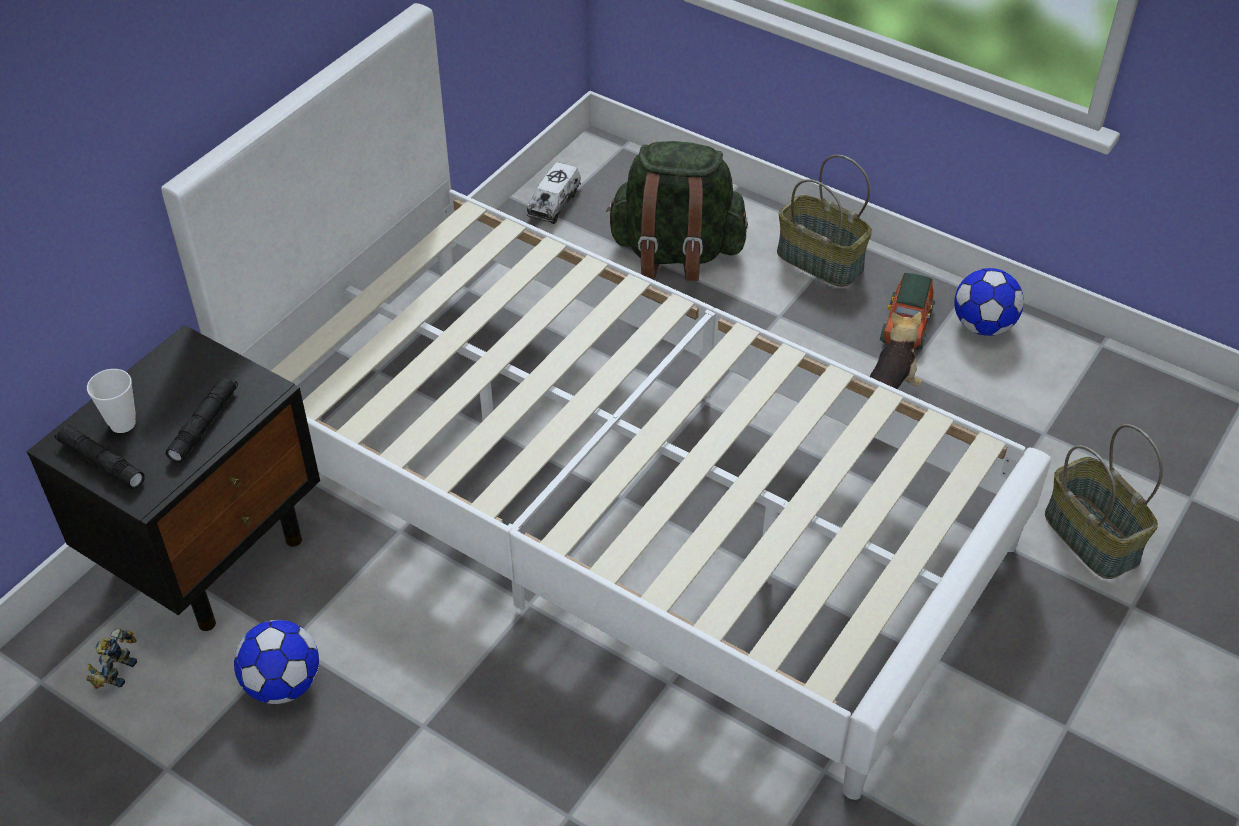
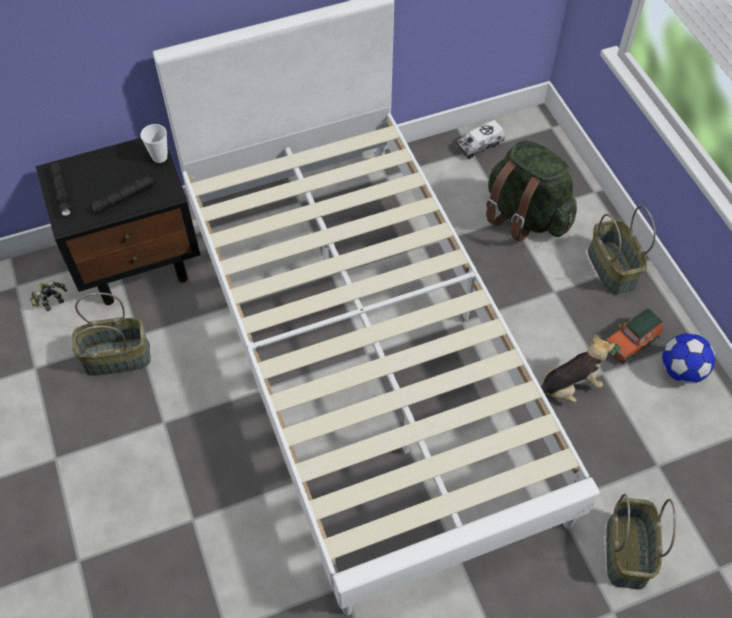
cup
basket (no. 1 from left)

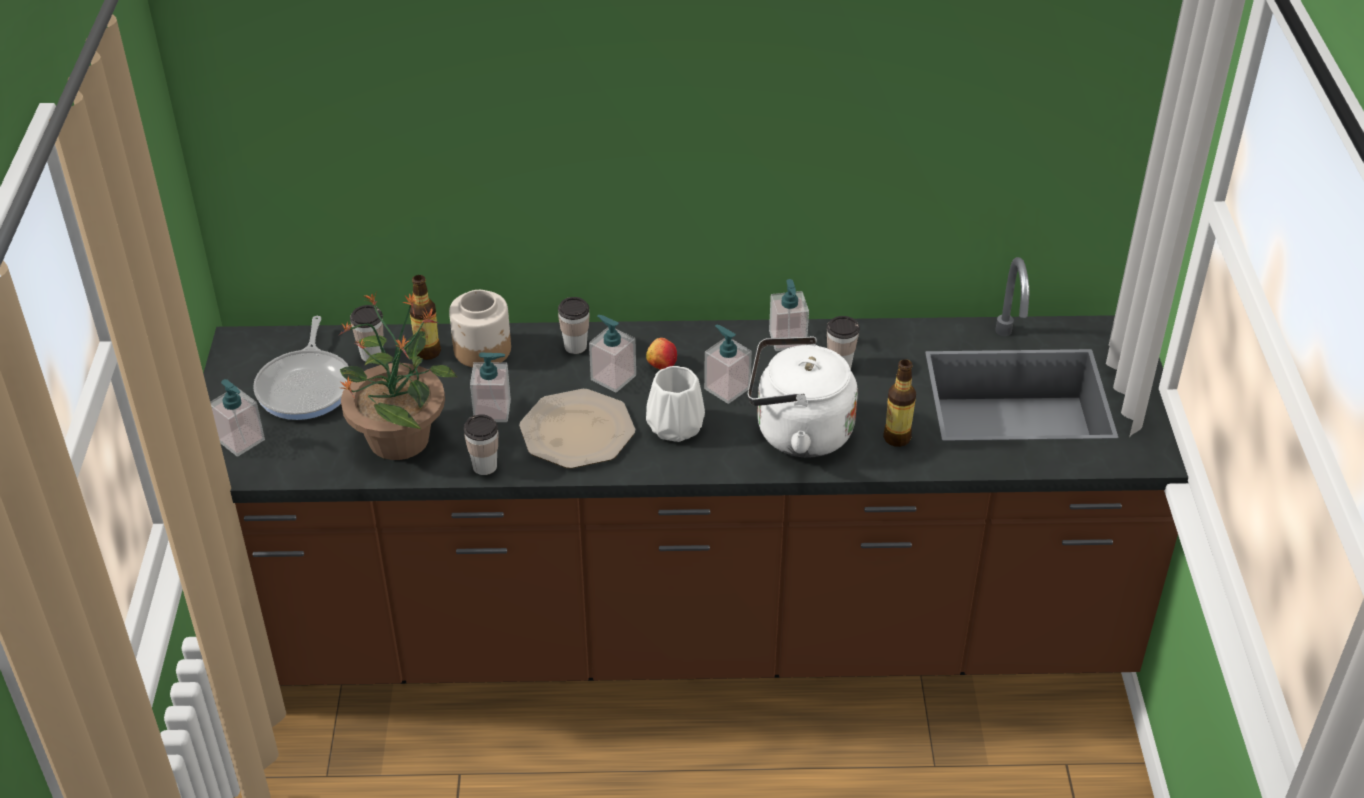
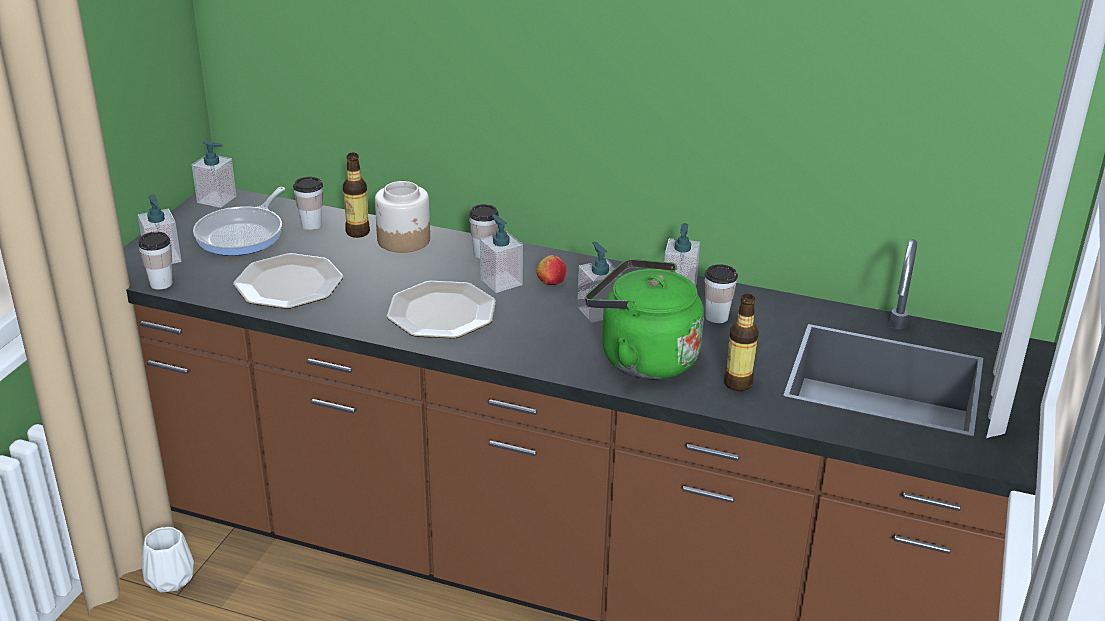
plate (no. 1 from left)
kettle (green)
soap dispenser (no. 2 from left)
vase (white)
cup (no. 1 from left)

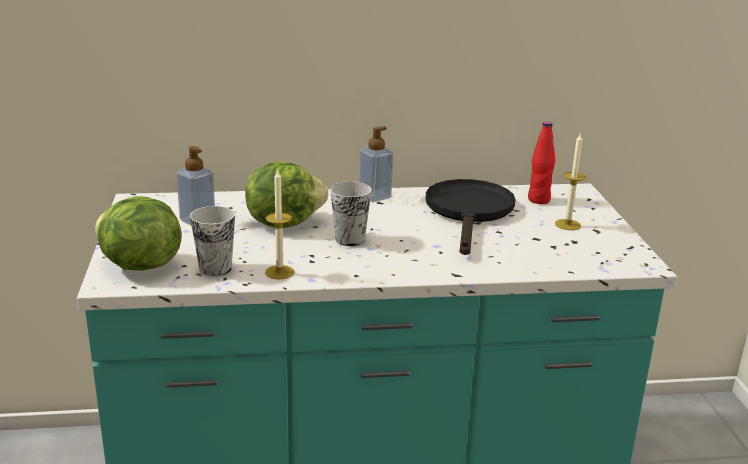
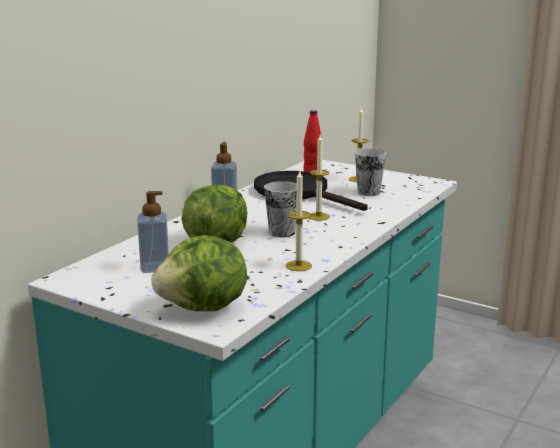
cup (no. 2 from left)
candle (no. 2 from left)

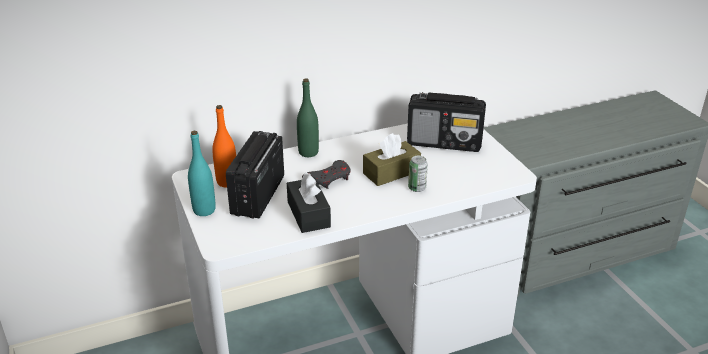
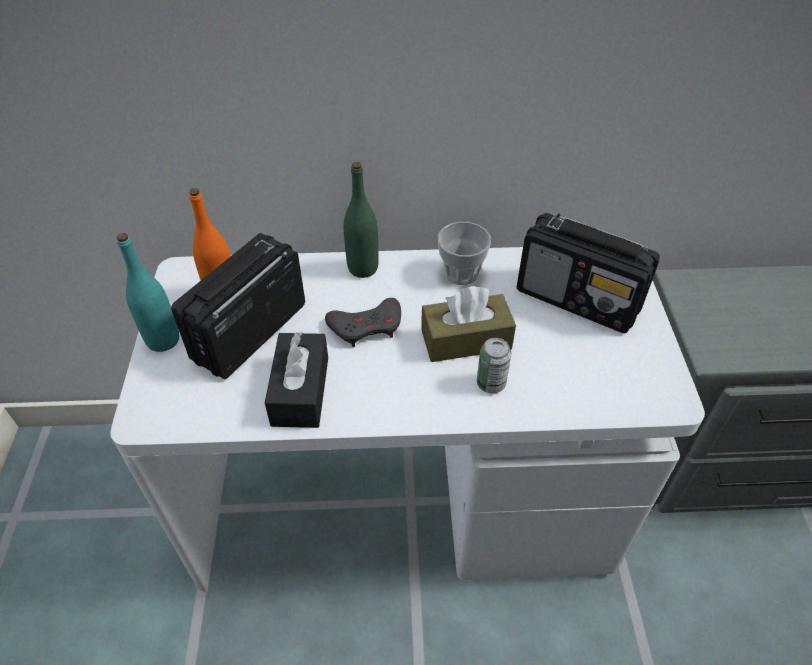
cup

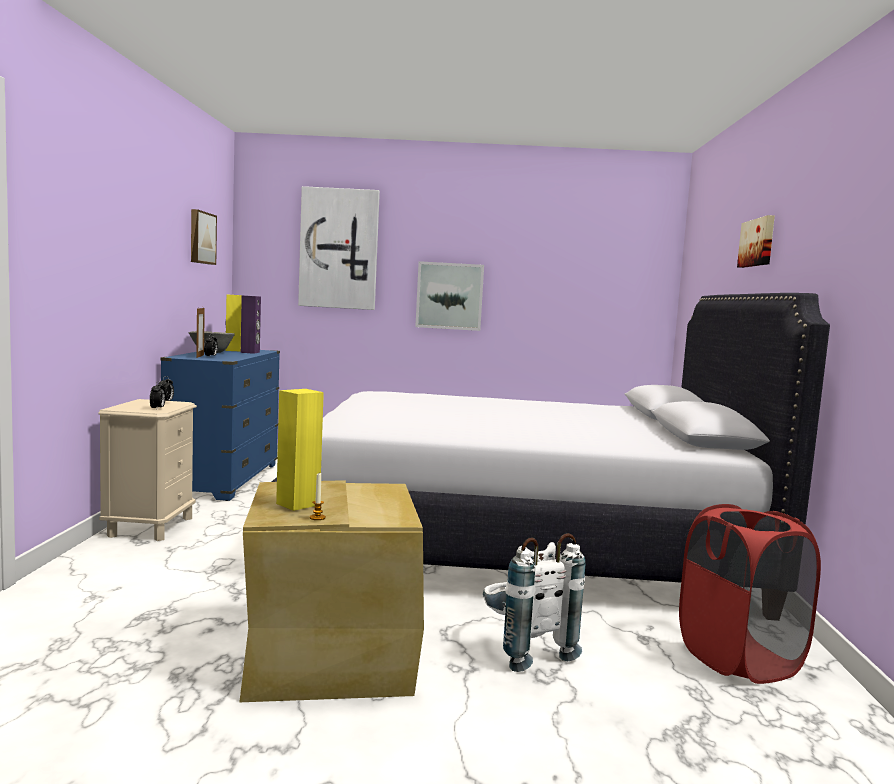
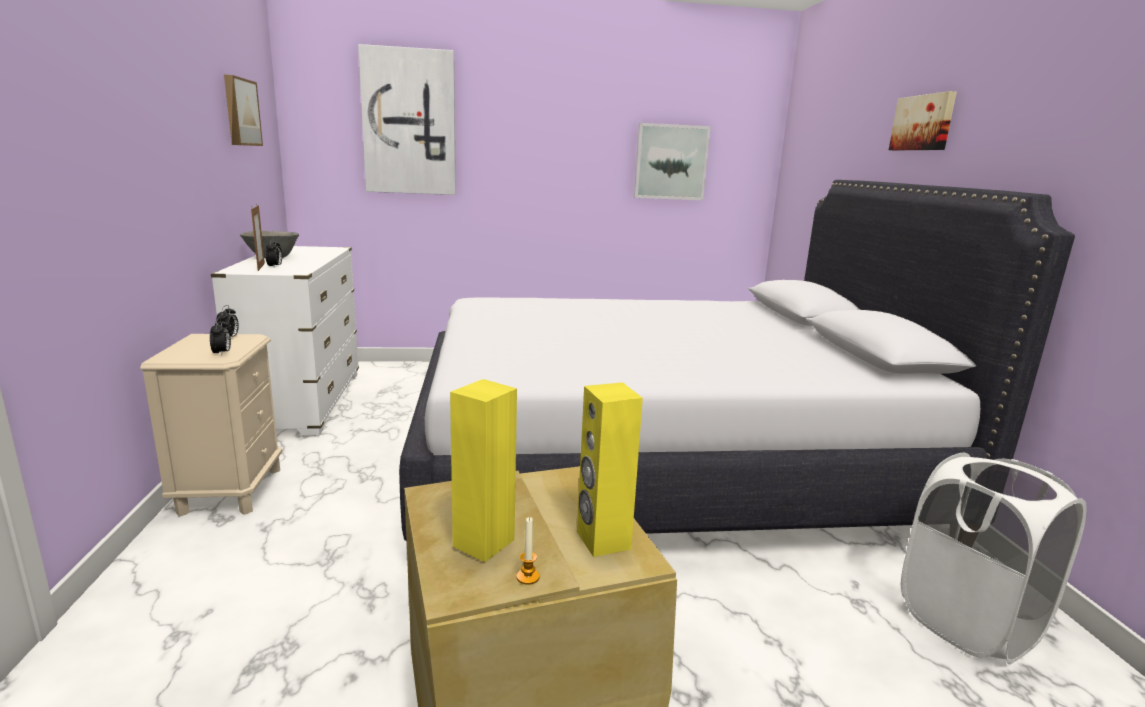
picture (no. 3 from left)
speaker (yellow) (no. 2 from left)
speaker (purple)
dresser (white)
laundry basket (white)
backpack (white)

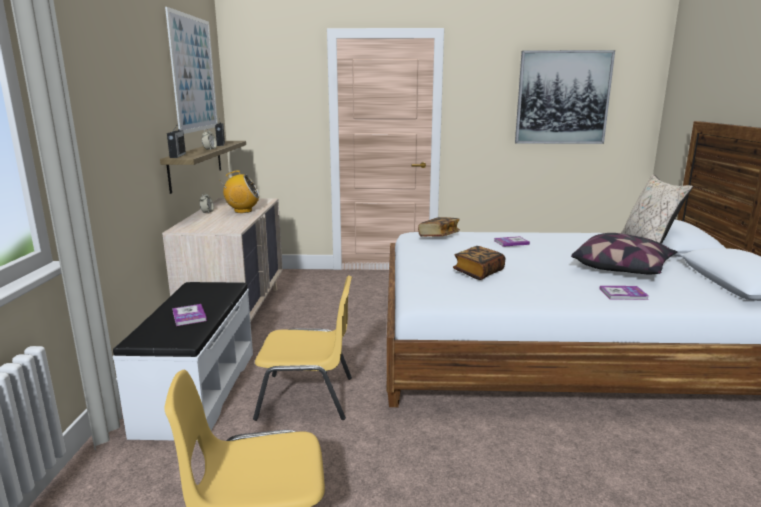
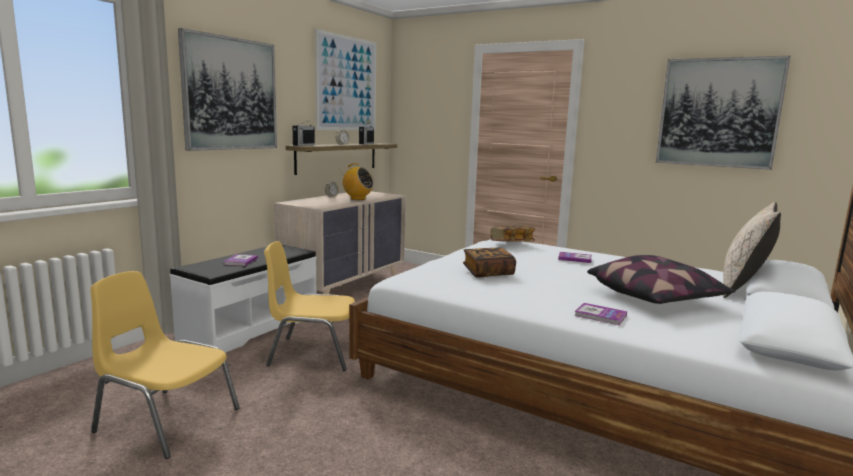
chair (yellow) (no. 2 from left)
picture (no. 1 from left)

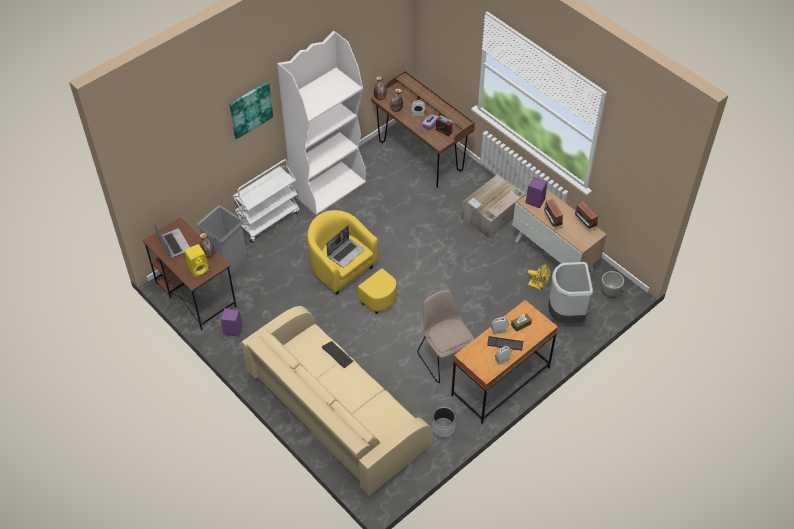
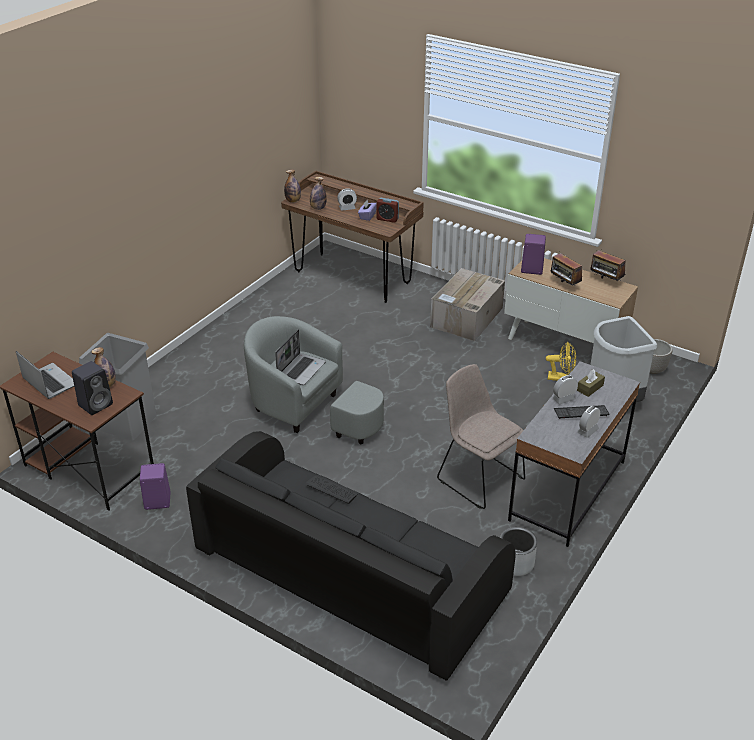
bookcase (white)
picture
cart (white)
armchair (grey)
speaker (black)
desk (grey)
sofa (black)

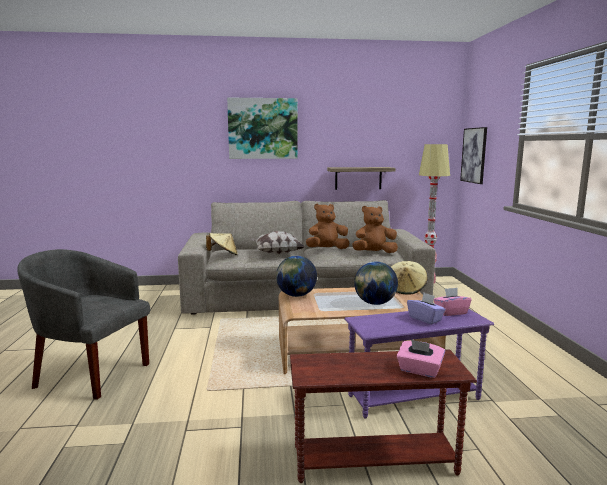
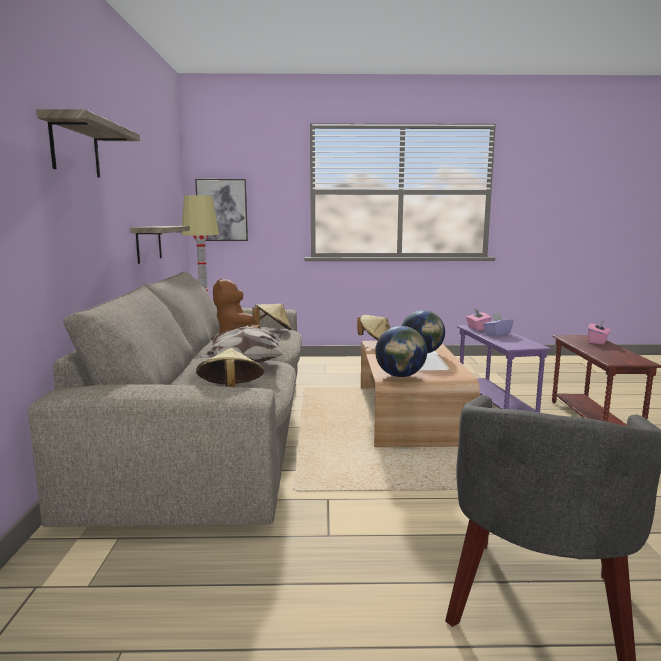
shelf (no. 1 from left)
hat (beige) (no. 2 from left)

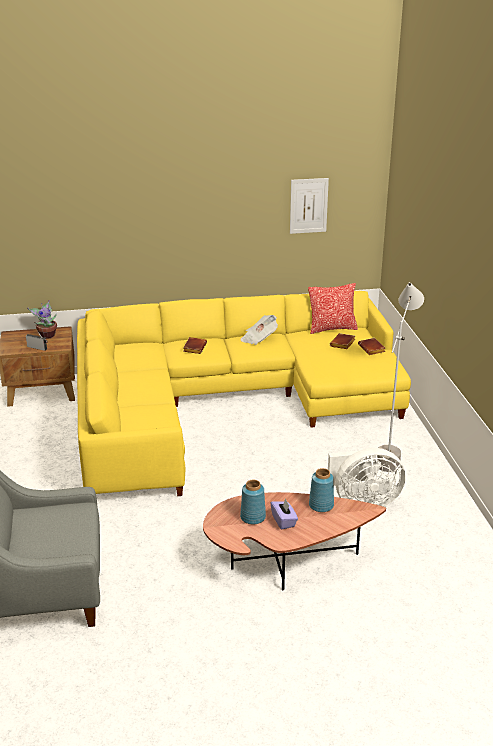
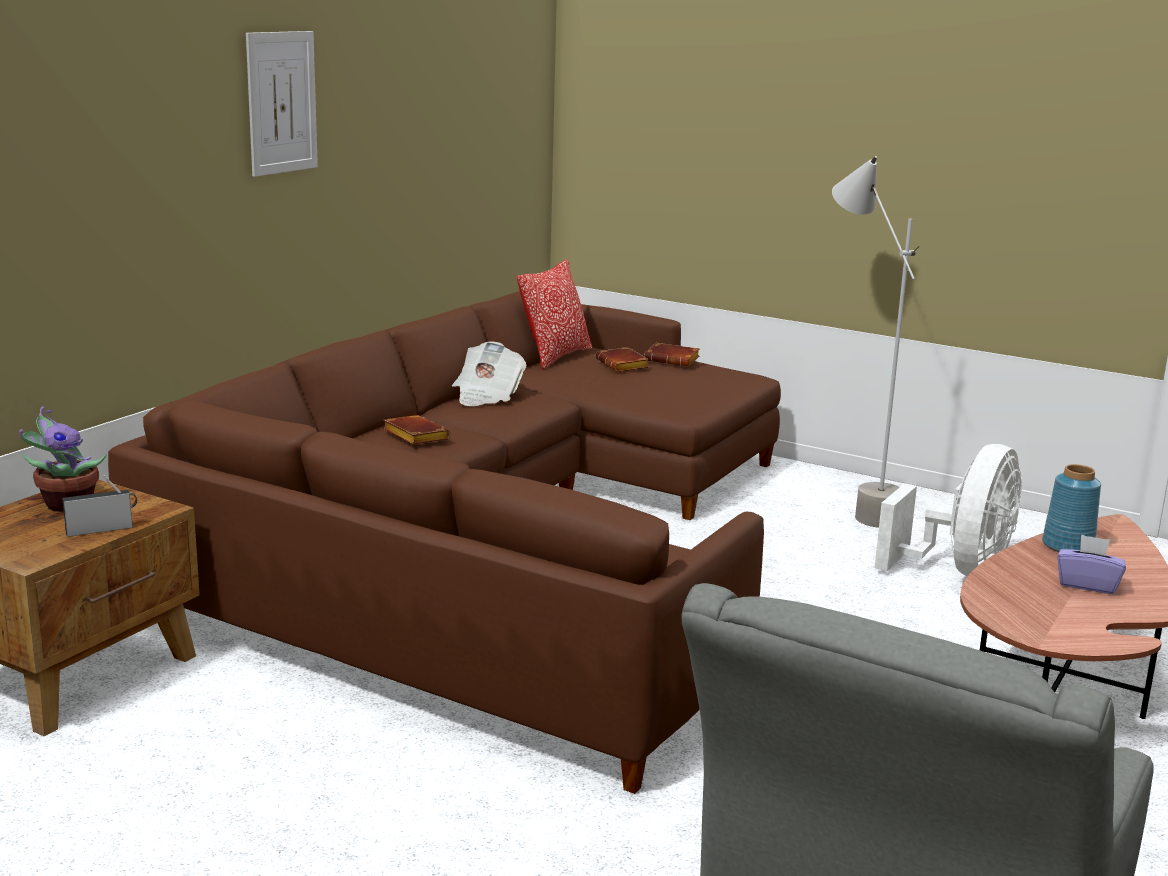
picture
sofa (brown)
vase (blue) (no. 1 from left in the first image)

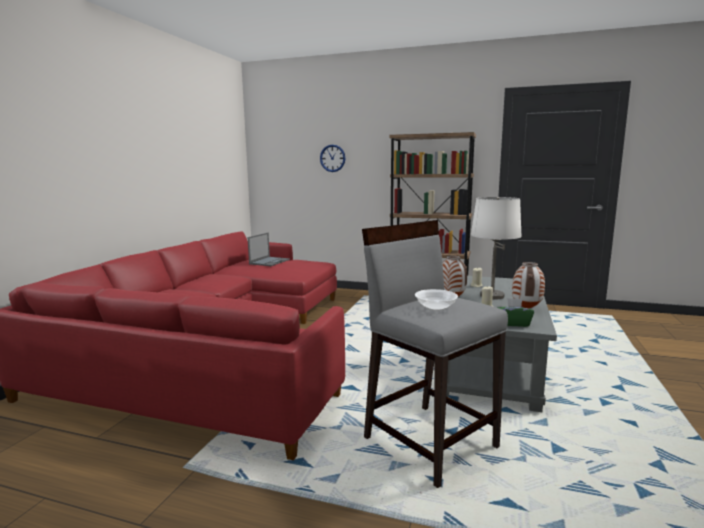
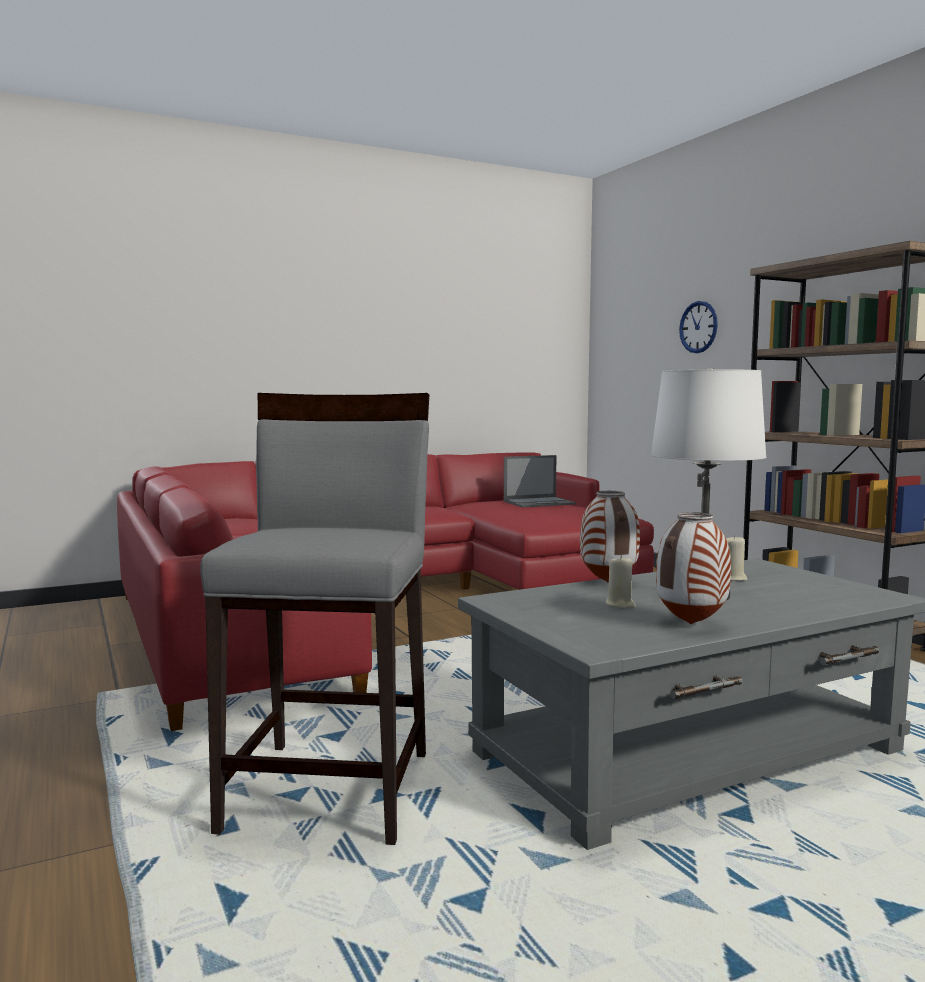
bowl
tissue box (green)

